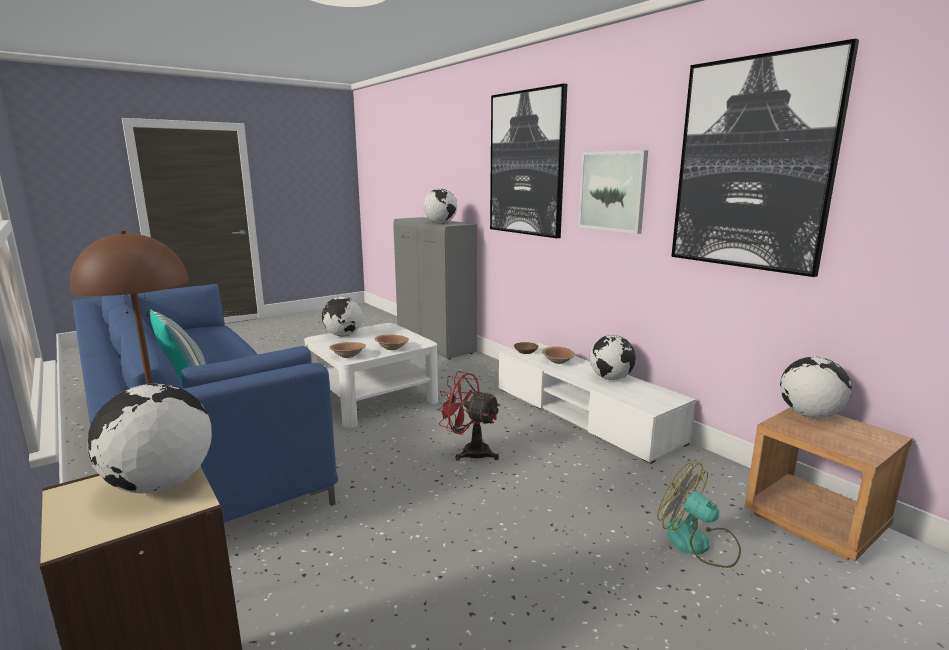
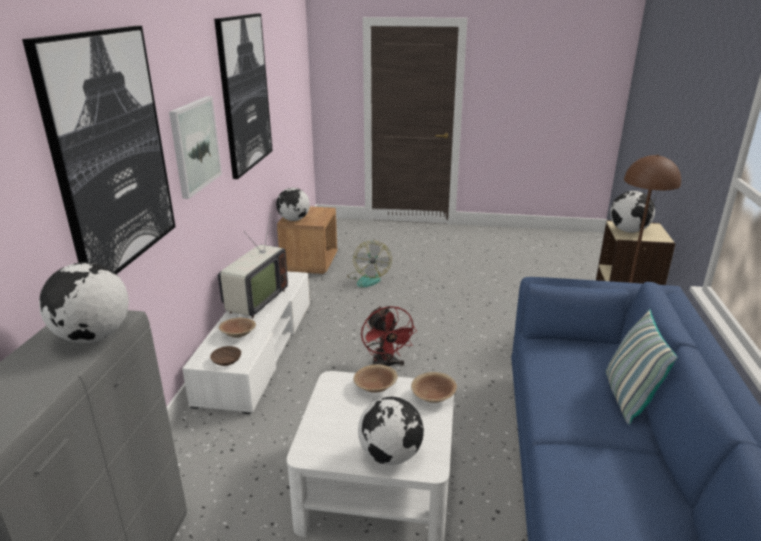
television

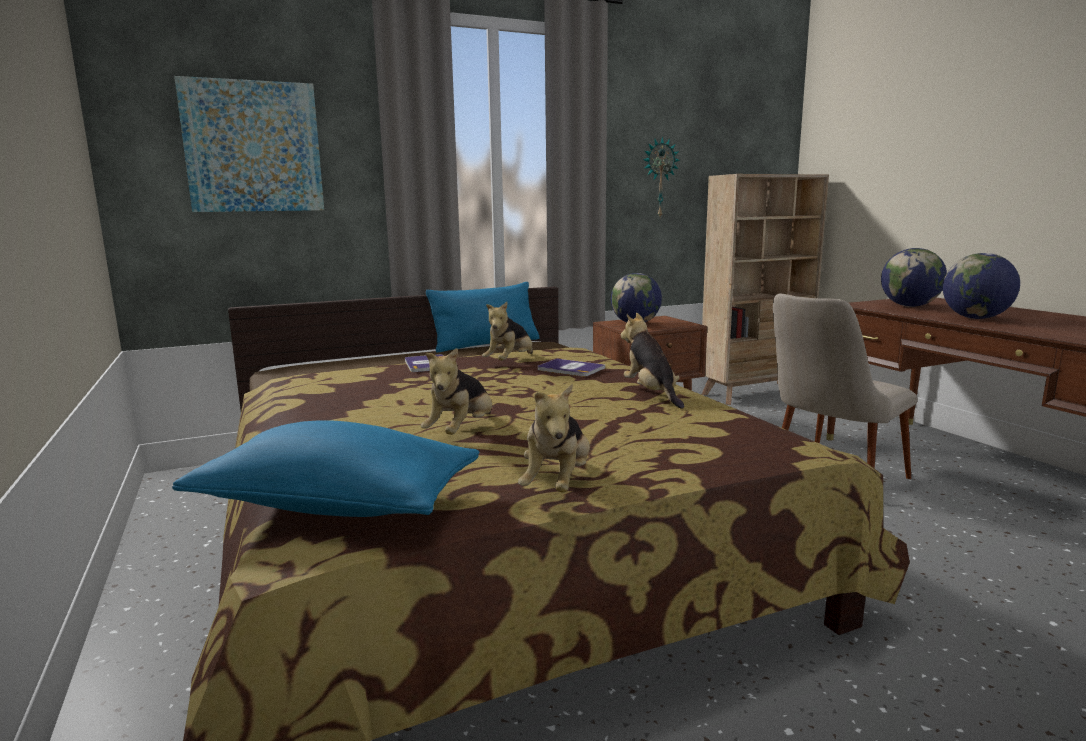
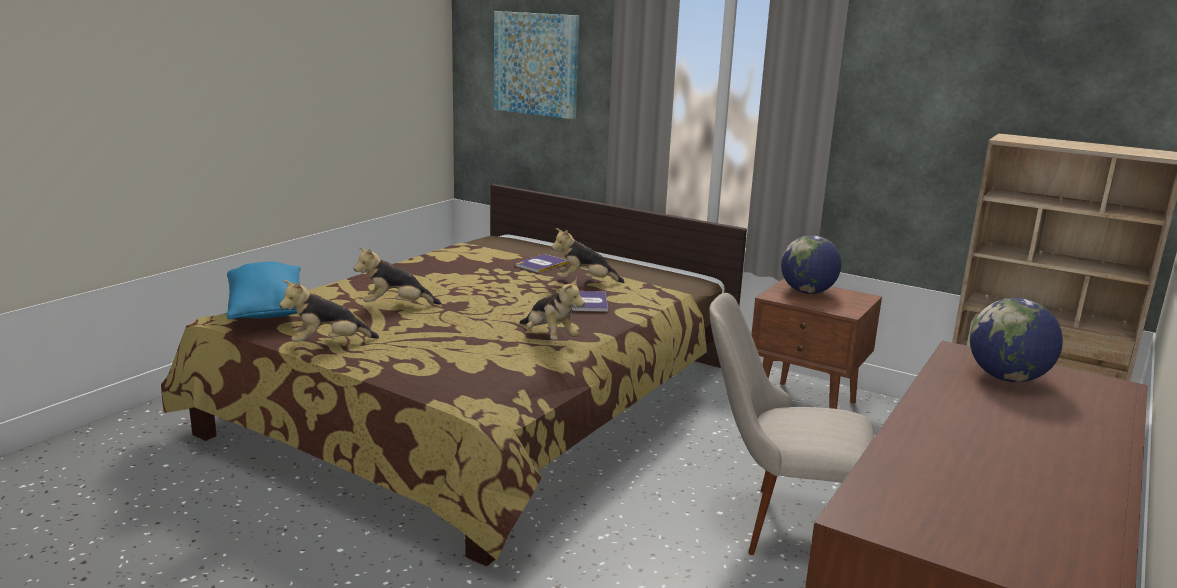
wall clock
globe (no. 3 from left in the first image)
pillow (blue) (no. 2 from left in the first image)
plush toy (no. 3 from left)

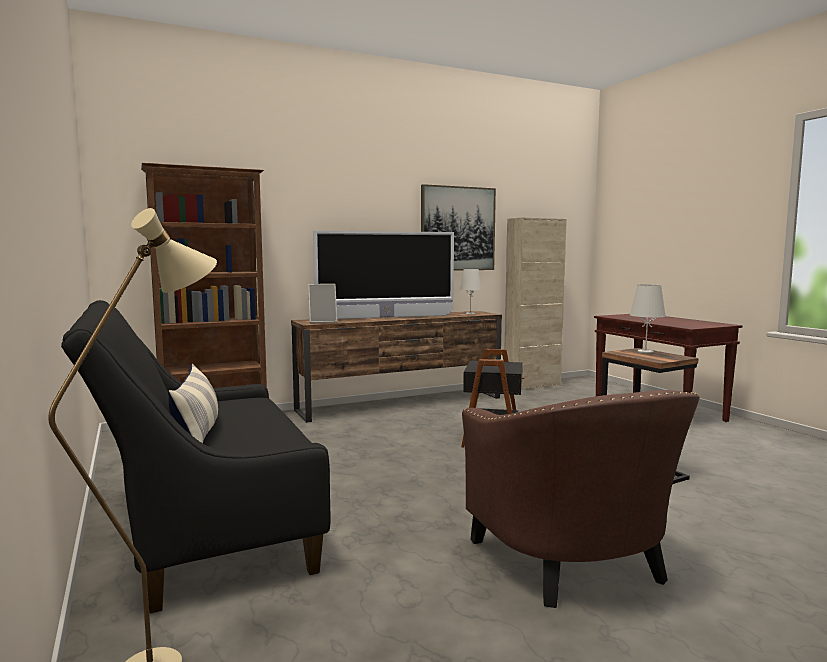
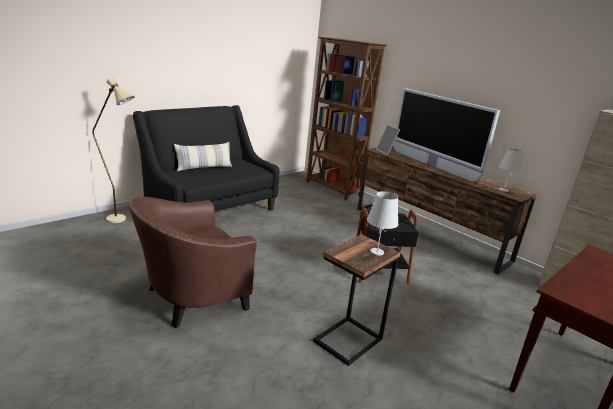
picture

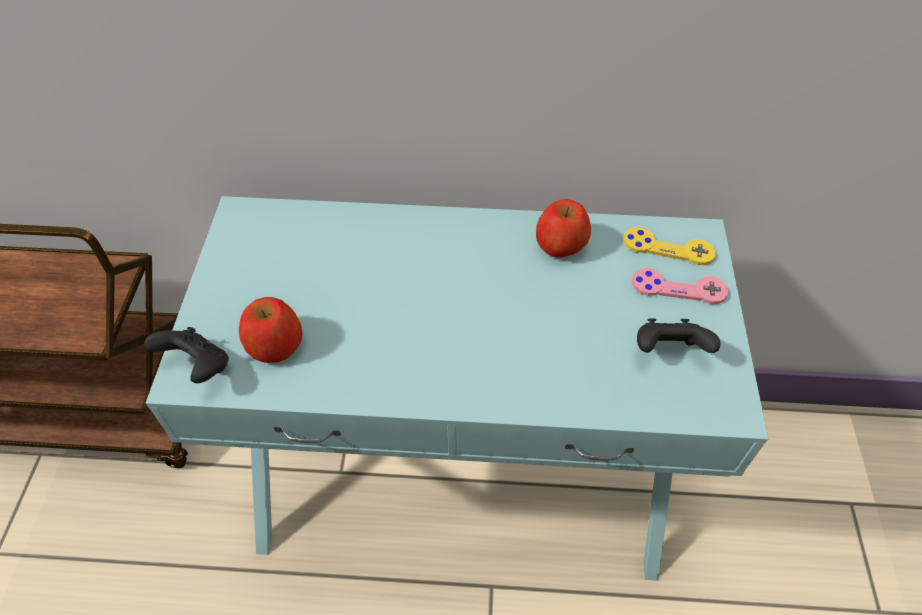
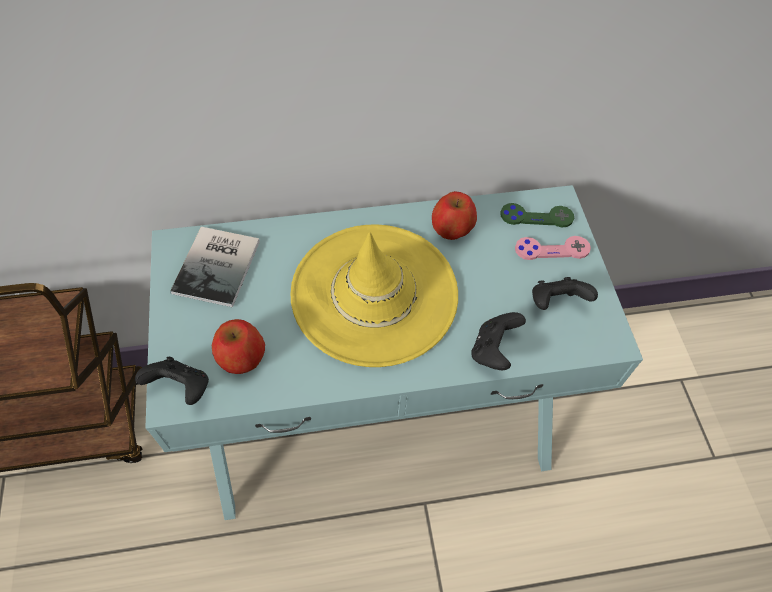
game controller (green)
hat (yellow)
book
game controller (black) (no. 2 from left)

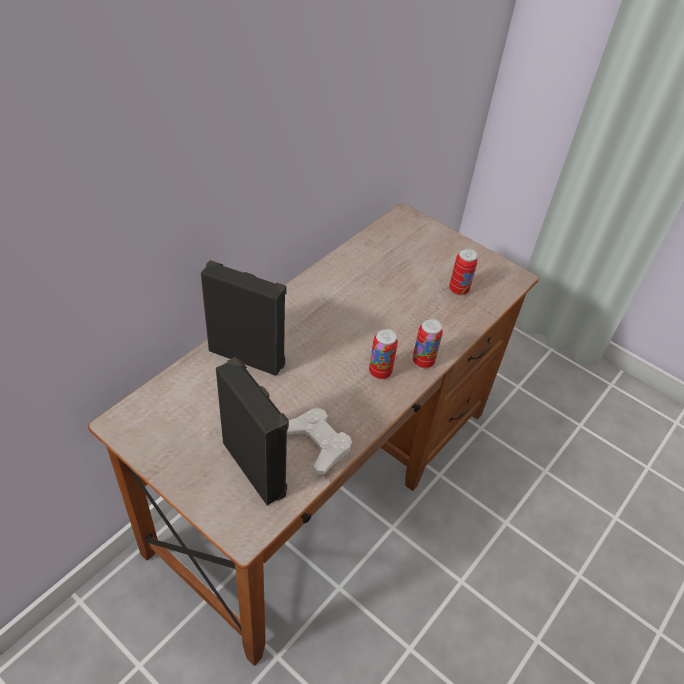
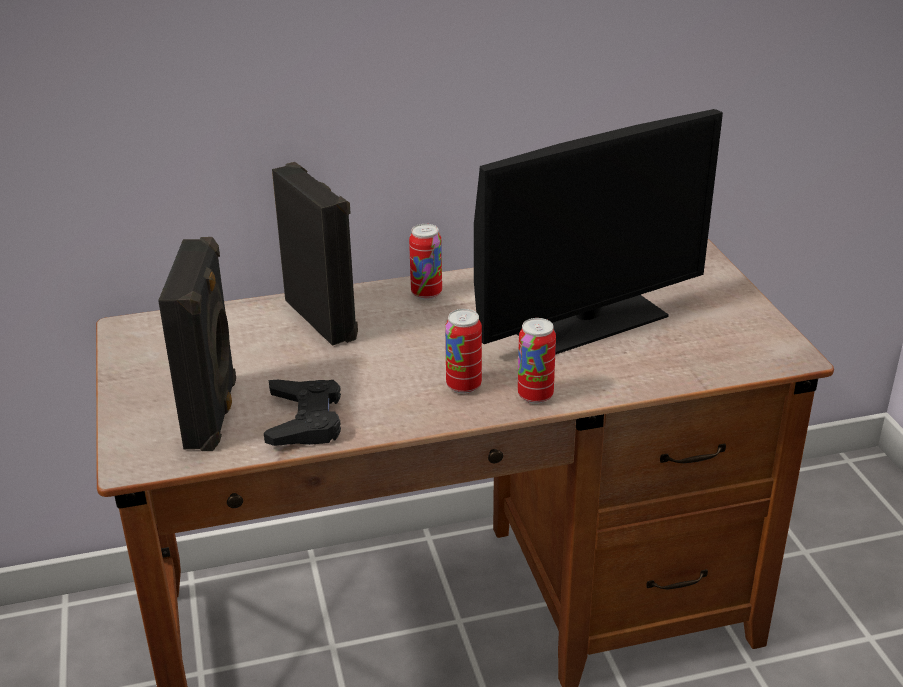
can (no. 1 from left)
game controller (black)
monitor

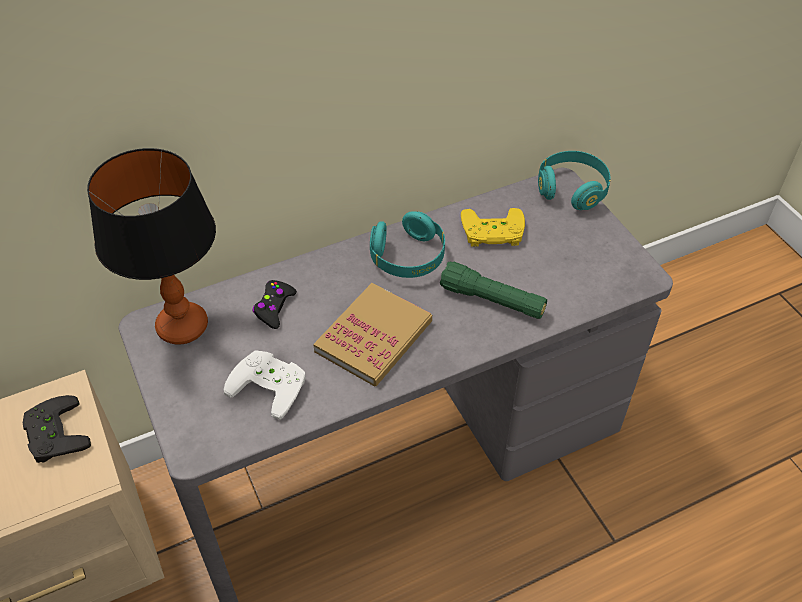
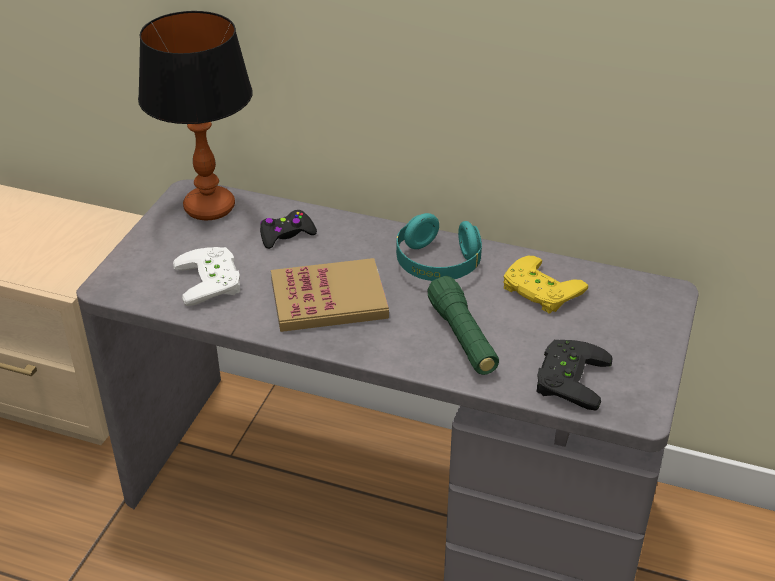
headphones (turquoise) (no. 2 from left in the first image)
game controller (black) (no. 2 from left)

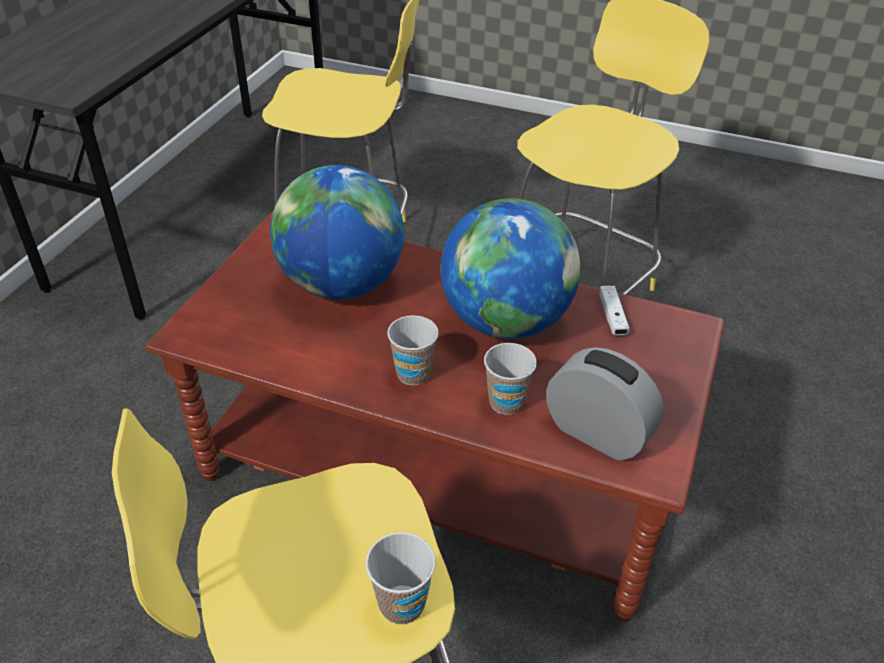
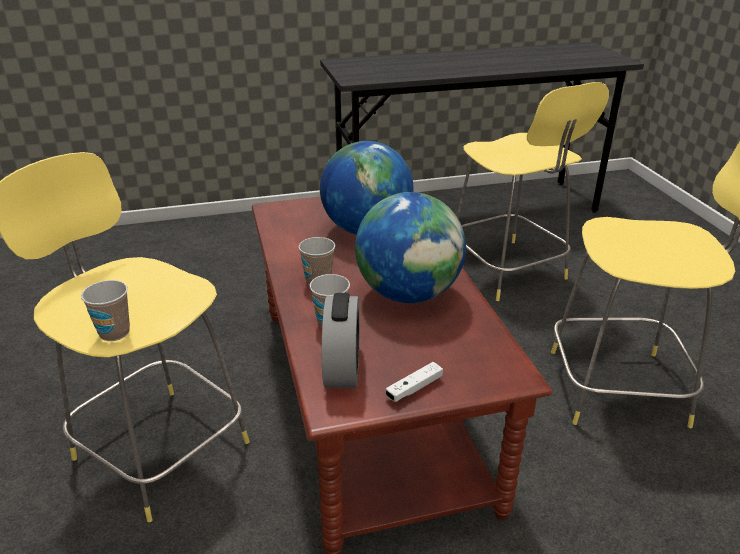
game controller (white)

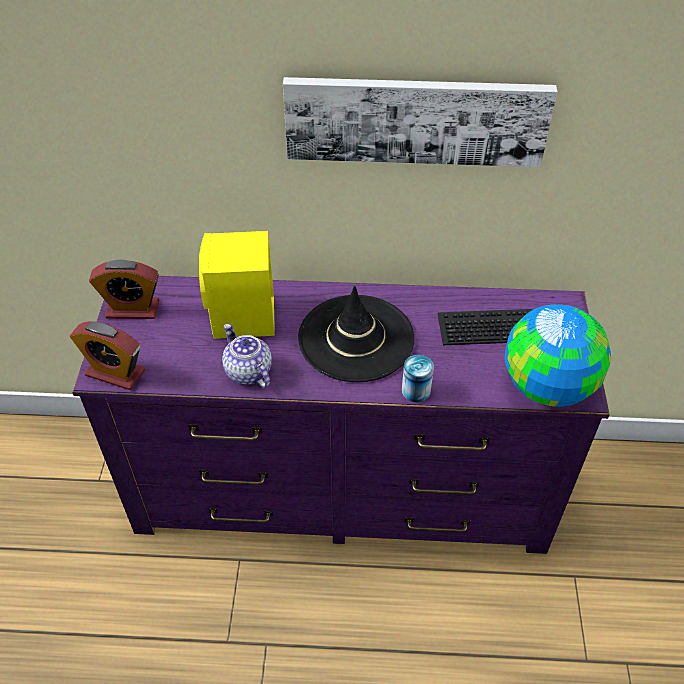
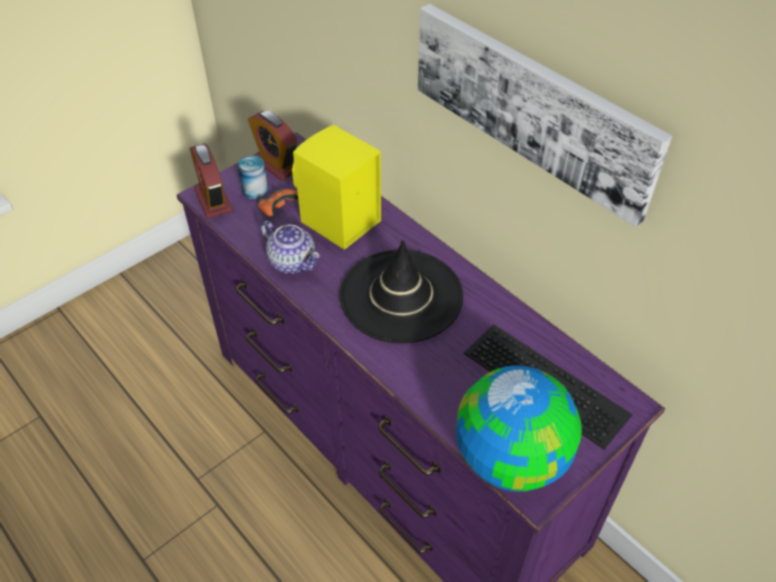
teapot
can
game controller (orange)

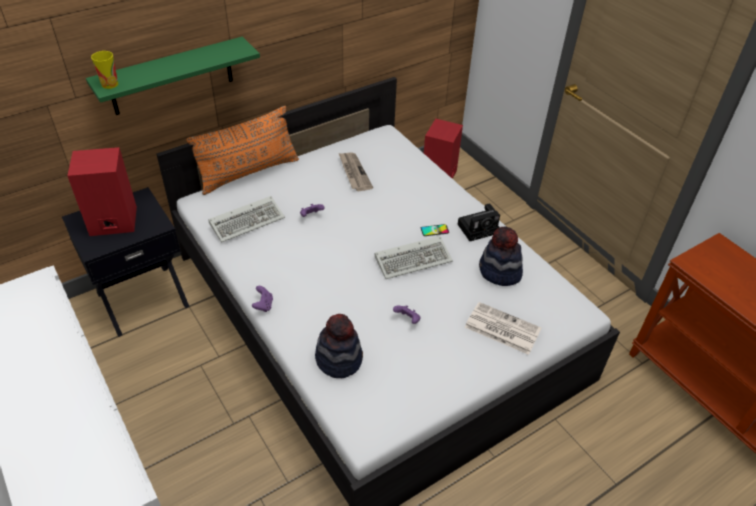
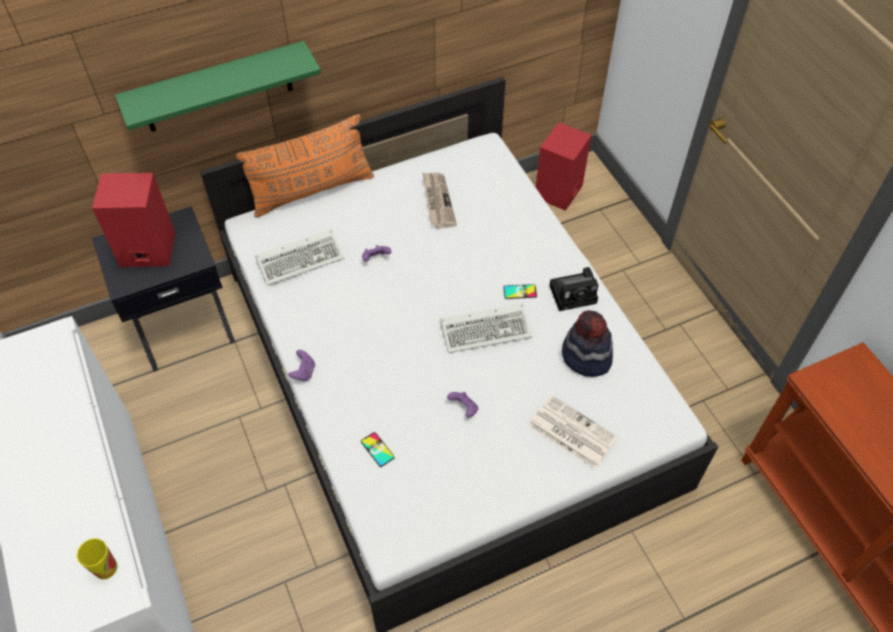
cup
phone (no. 1 from left)

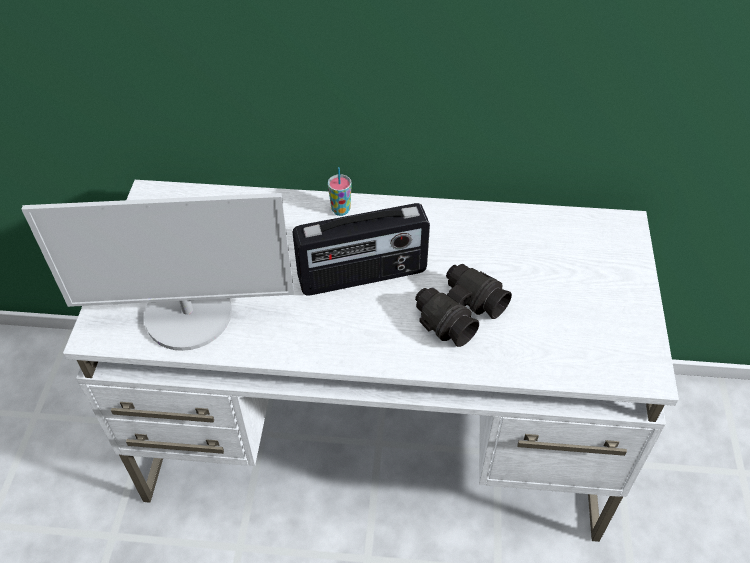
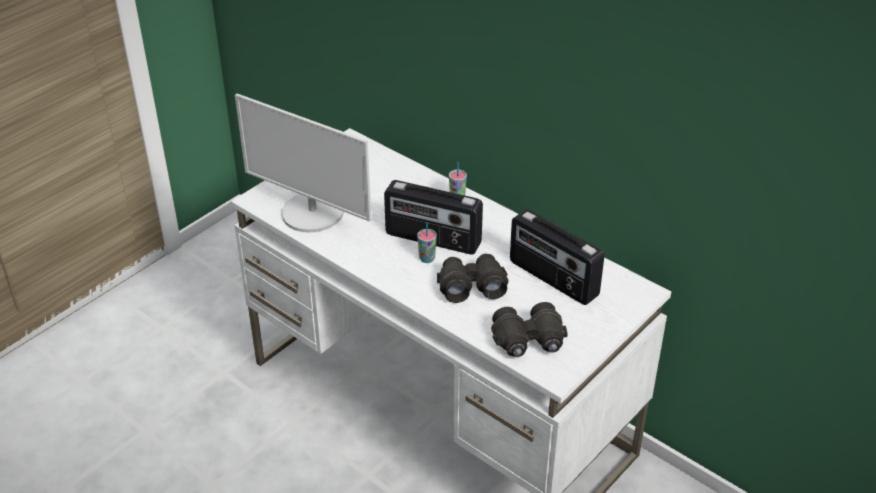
radio (no. 2 from left)
cup (no. 1 from left)
binoculars (black) (no. 2 from left)

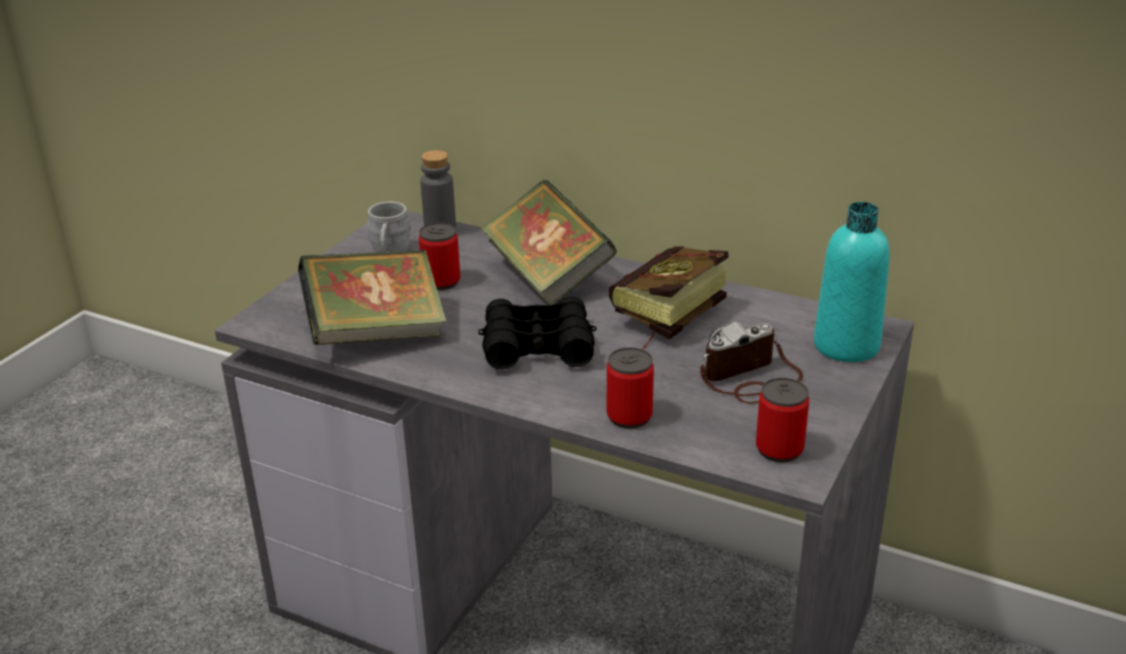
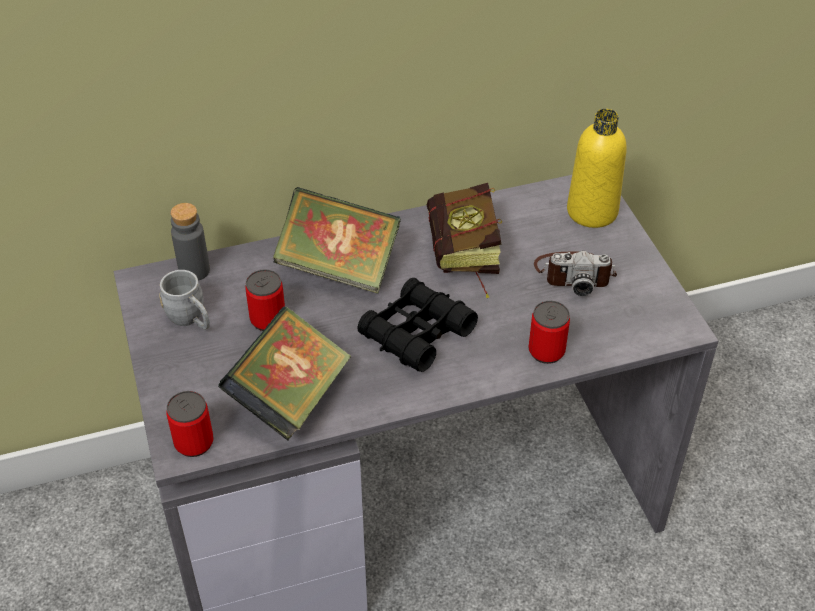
bottle (yellow)
photo camera
can (no. 1 from left)

